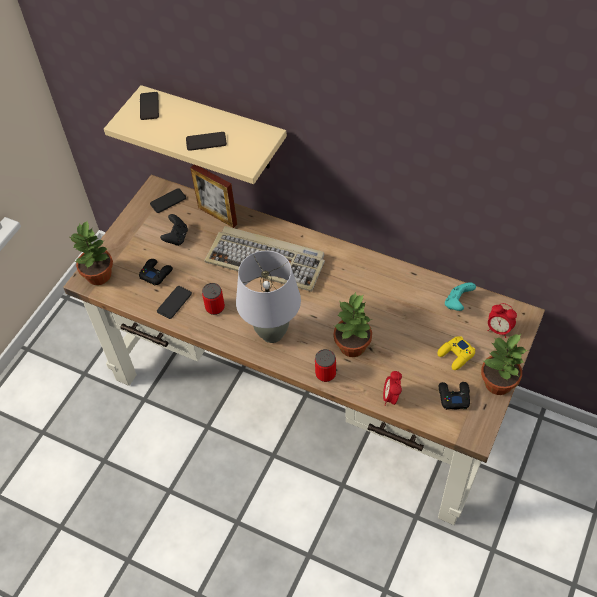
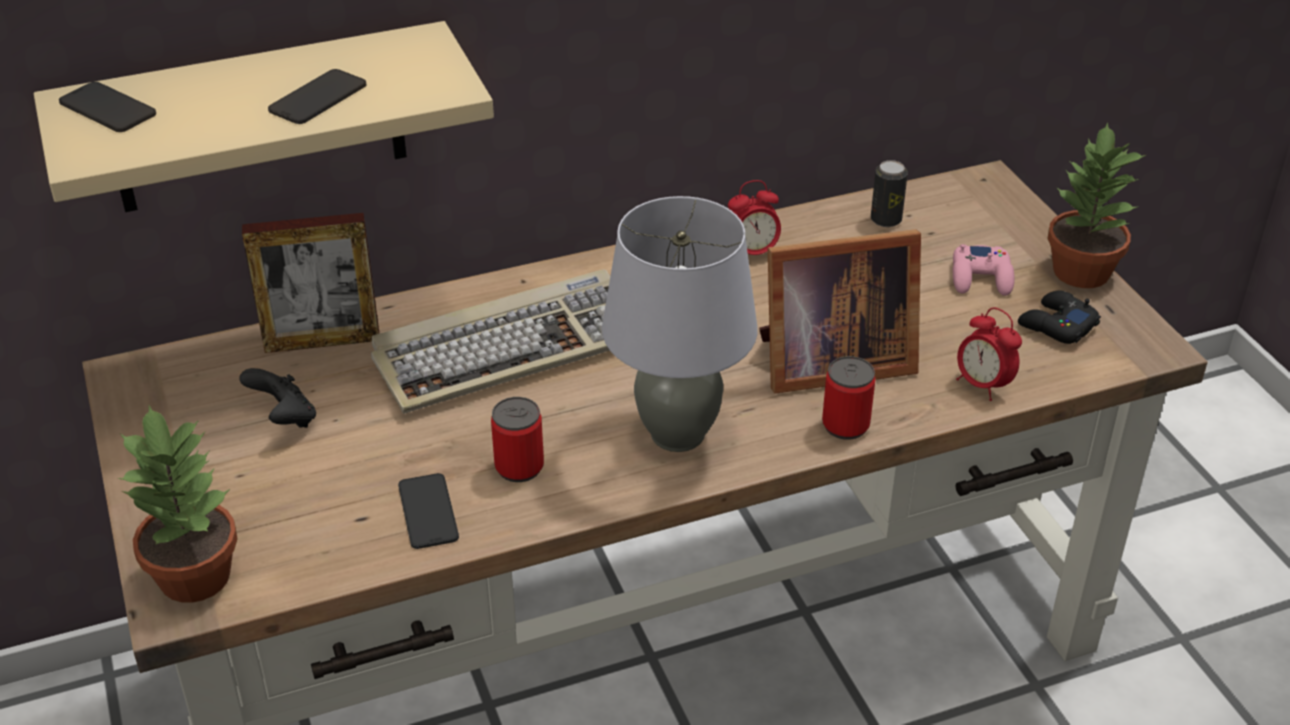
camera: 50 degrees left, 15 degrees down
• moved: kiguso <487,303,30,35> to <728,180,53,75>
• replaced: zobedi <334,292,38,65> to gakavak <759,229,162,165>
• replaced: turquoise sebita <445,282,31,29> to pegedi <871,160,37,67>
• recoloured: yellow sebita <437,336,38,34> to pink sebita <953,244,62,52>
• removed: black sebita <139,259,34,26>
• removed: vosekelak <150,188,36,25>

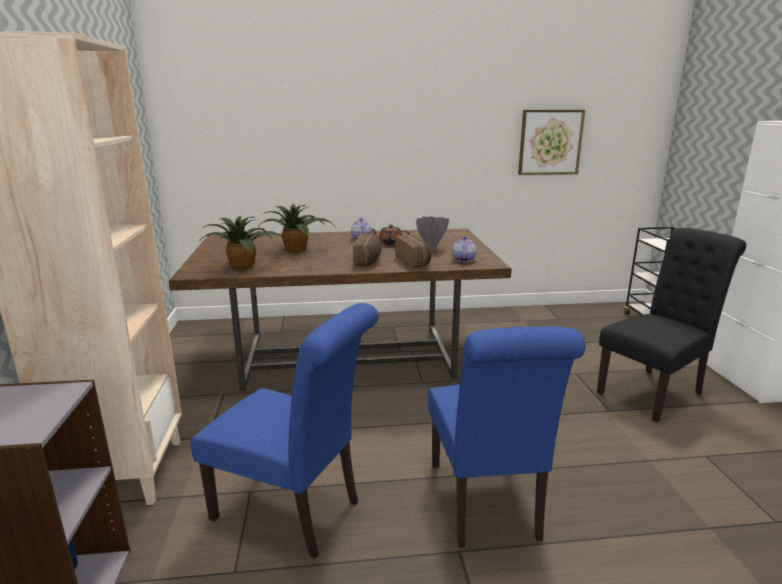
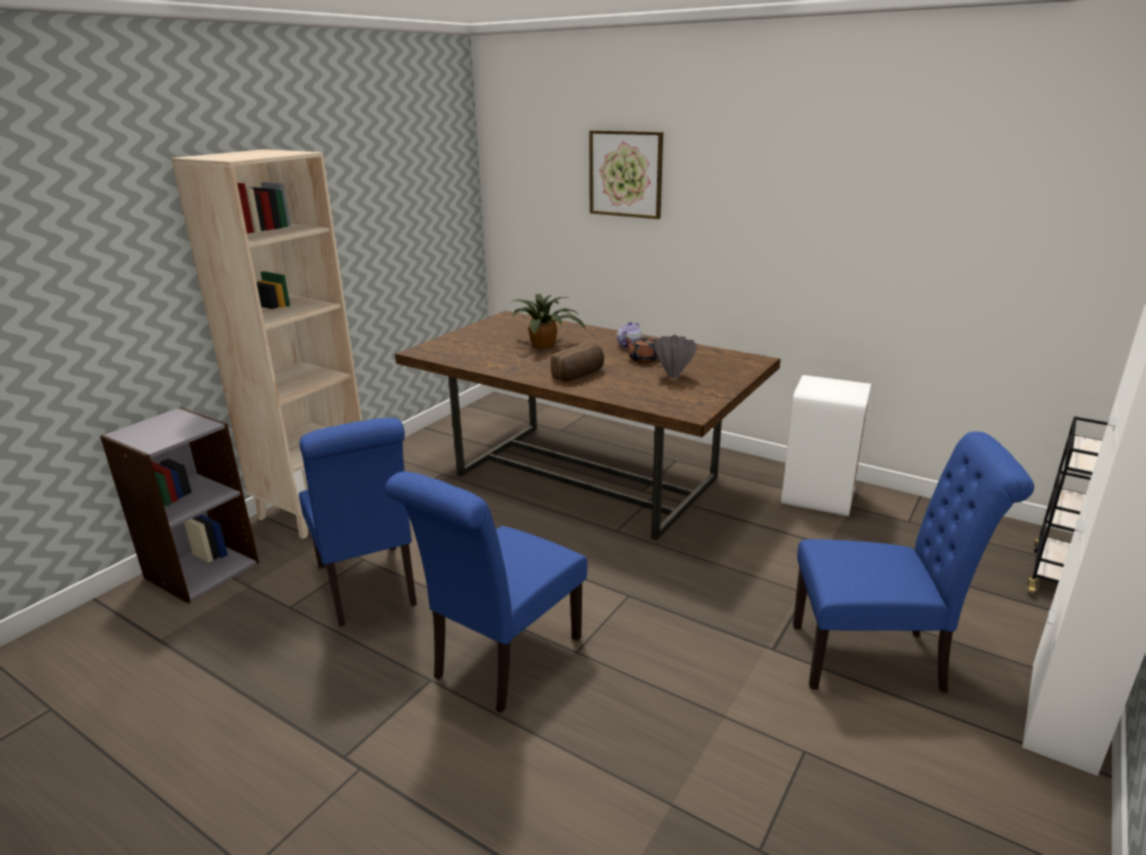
camera: 40 degrees right, 5 degrees up
• moved: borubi <518,110,67,65> to <589,130,74,89>
• added: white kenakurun <781,375,90,141>
• recoloured: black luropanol <597,228,149,194> to blue luropanol <793,431,241,262>
• removed: zobedi <199,216,88,53>
• removed: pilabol <395,235,37,33>
• removed: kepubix <452,237,25,25>

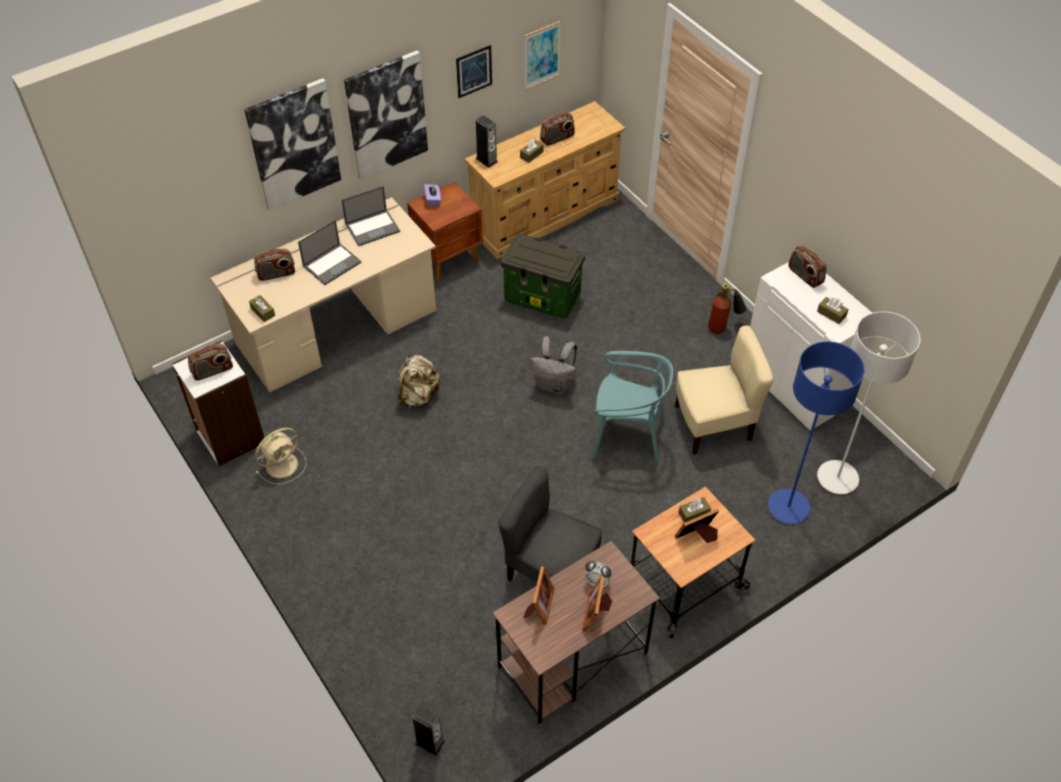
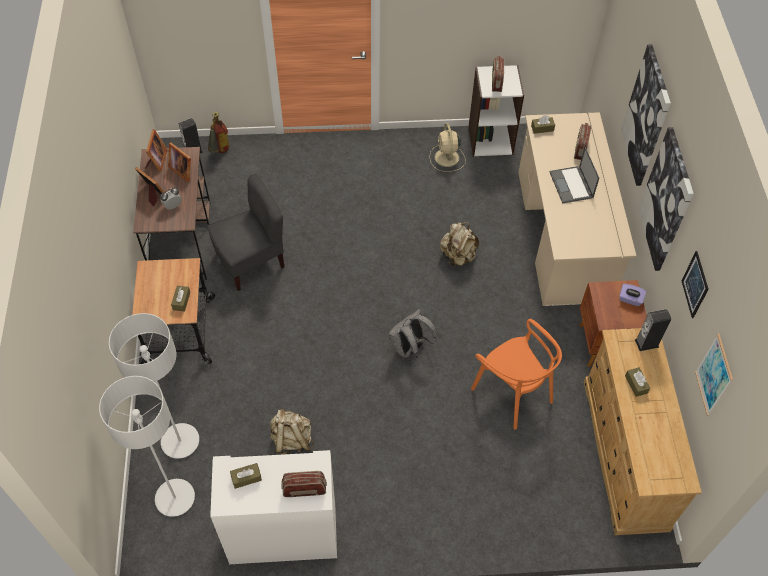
camera: 120 degrees right, 5 degrees up
• recoloured: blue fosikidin <768,341,97,183> to grey fosikidin <109,313,90,146>
• moved: gakavak <675,508,44,35> to <145,129,22,43>
• moved: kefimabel <708,283,39,51> to <208,112,21,41>
• replaced: beige luropanol <675,325,99,130> to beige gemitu <270,407,44,48>
• replaced: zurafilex <501,233,84,86> to orange luropanol <471,319,91,111>
• removed: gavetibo <342,186,58,60>
• removed: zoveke <540,112,35,34>
• removed: turquoise luropanol <591,351,82,111>

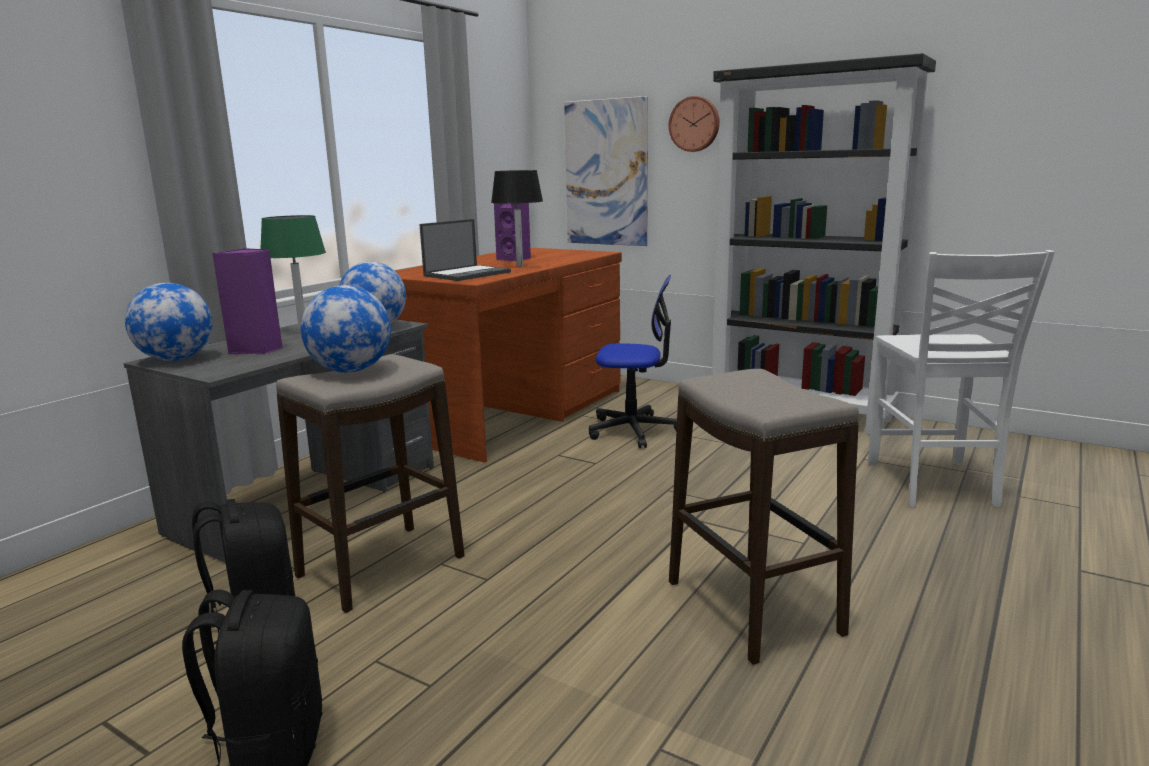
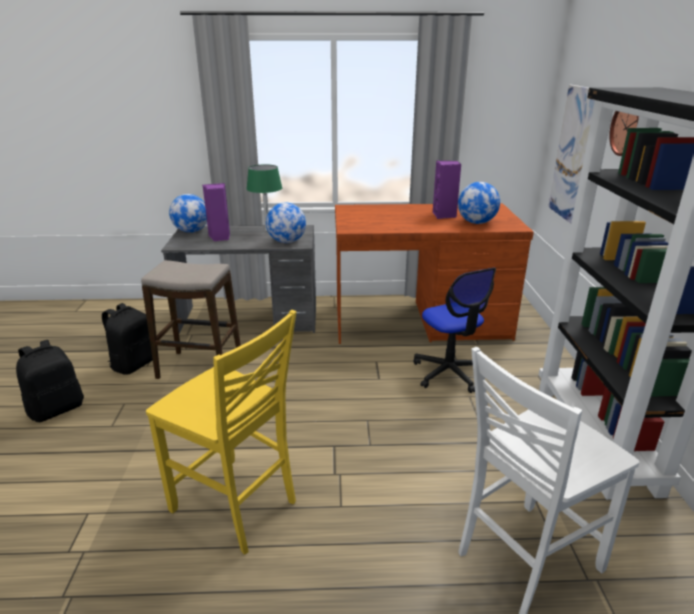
camera: 55 degrees right, 10 degrees up
• replaced: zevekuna <669,369,190,296> to yellow luropanol <146,310,151,245>
• moved: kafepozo <301,285,90,88> to <458,182,42,42>
• removed: gavetibo <419,219,92,62>
• removed: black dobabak <491,170,52,97>

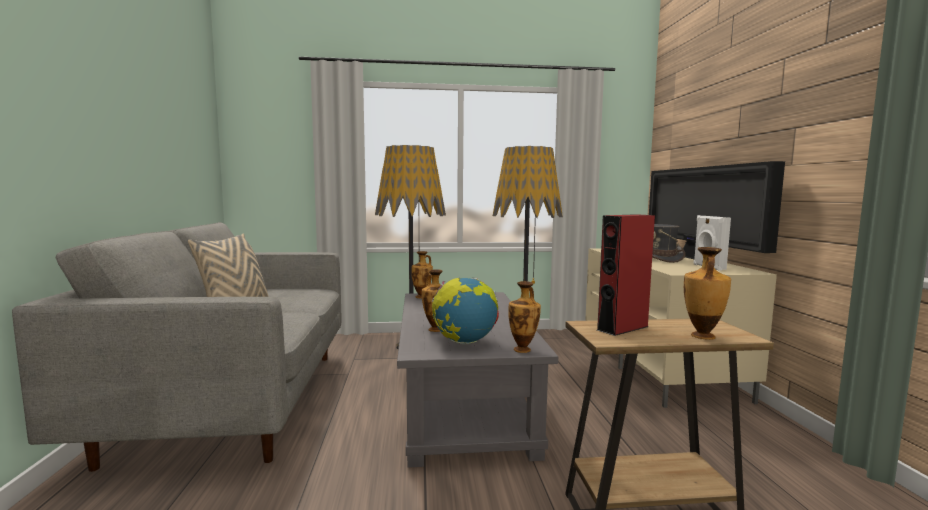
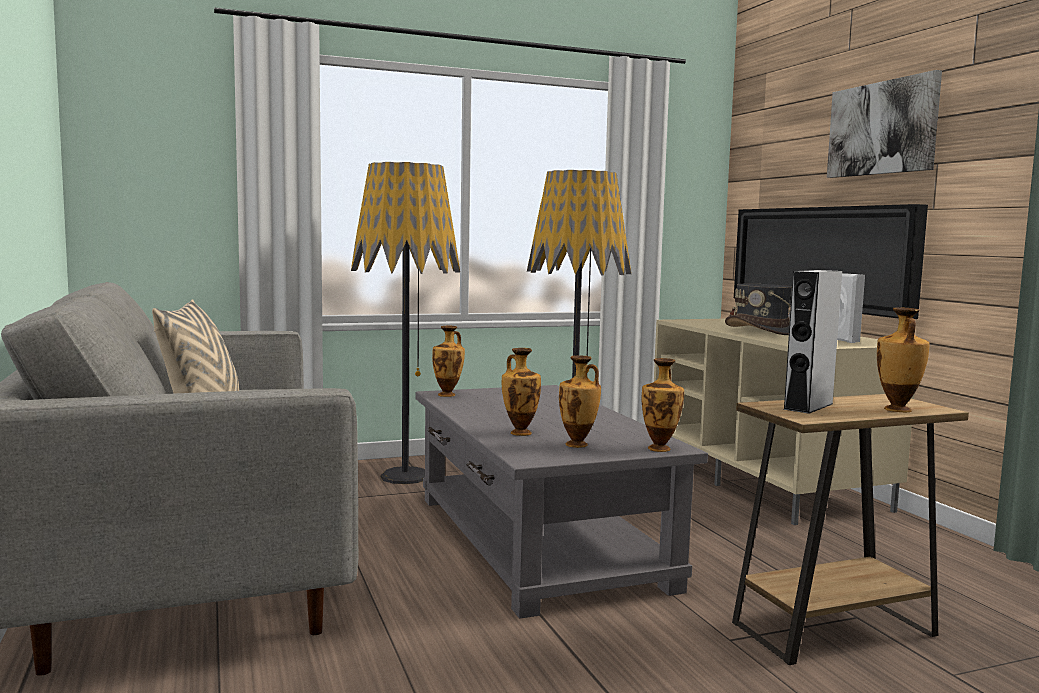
camera: 15 degrees left, 0 degrees up
• replaced: kafepozo <432,278,67,67> to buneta <559,355,42,93>
• recoloured: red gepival <597,214,58,122> to grey gepival <783,270,59,144>
• added: borubi <827,70,115,108>

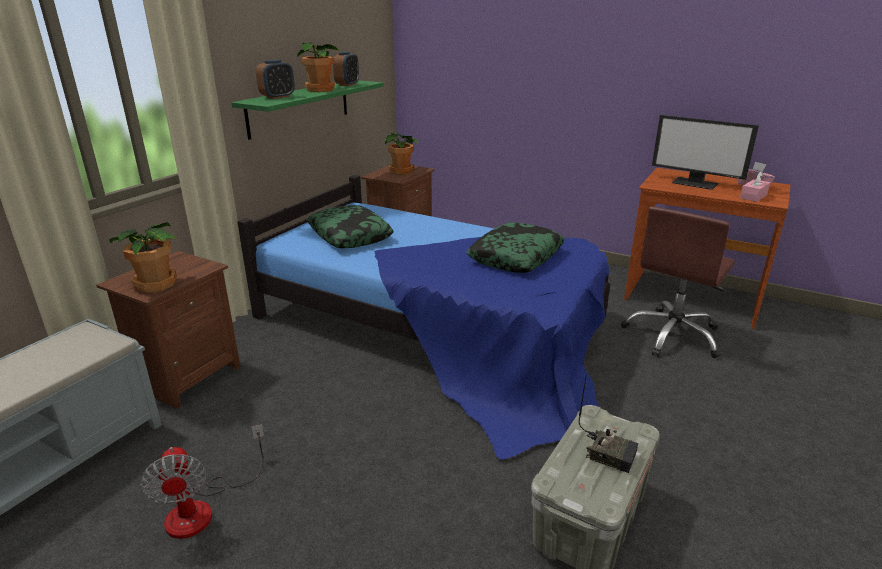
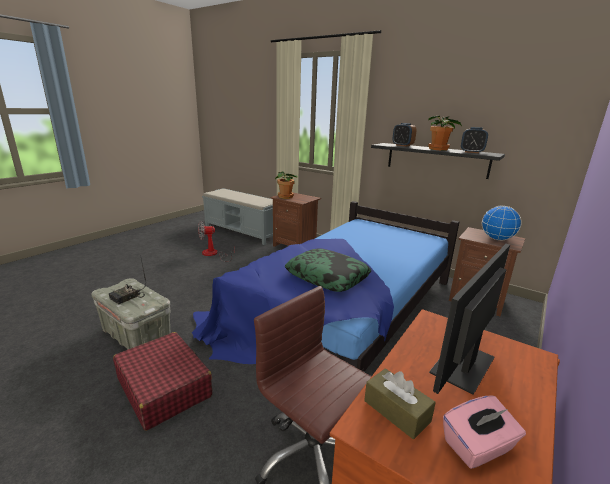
camera: 95 degrees right, 5 degrees down
• added: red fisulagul <113,332,99,99>
• recoloured: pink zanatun <740,171,30,31> to brown zanatun <364,368,72,71>
• recoloured: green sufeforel <231,80,153,60> to black sufeforel <371,143,134,36>
• replaced: zobedi <385,132,32,42> to kafepozo <482,205,40,35>
• removed: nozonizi <307,205,87,43>

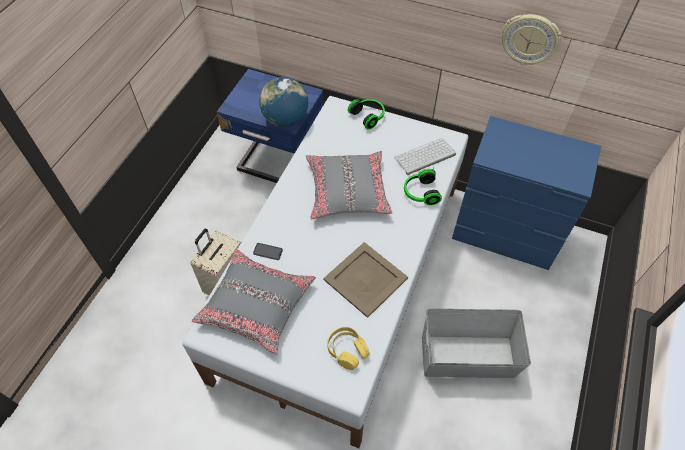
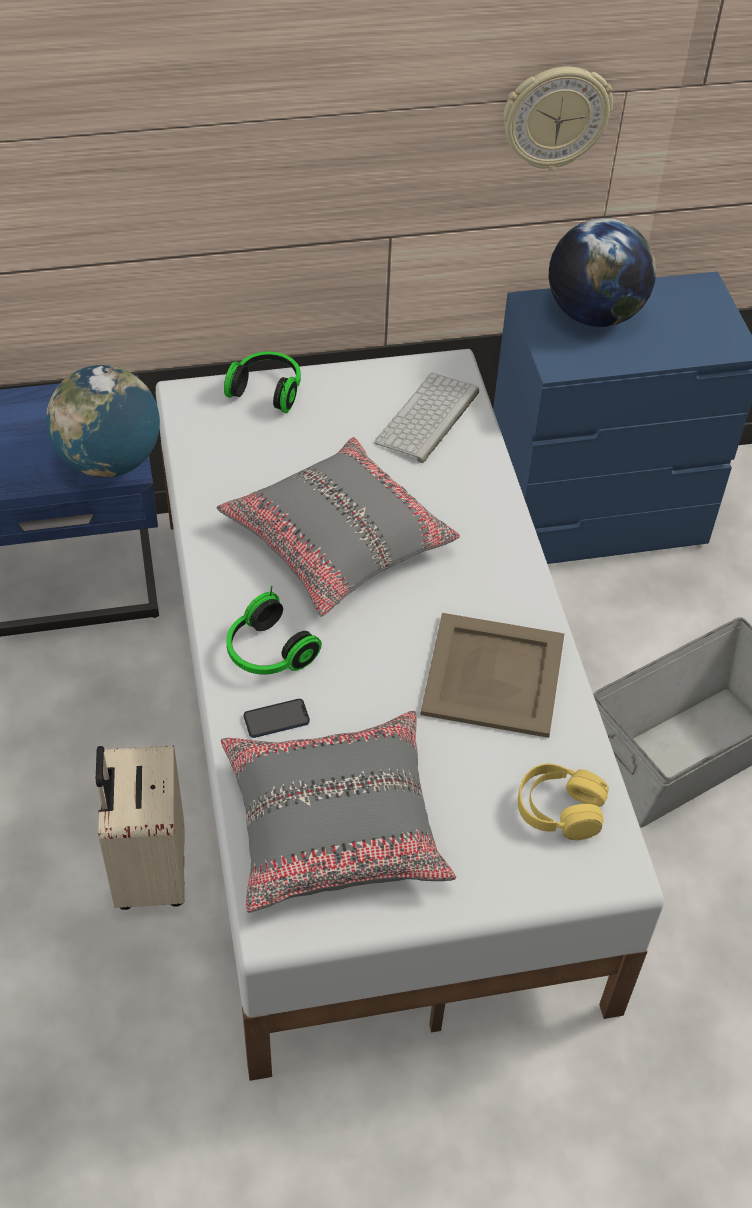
camera: 35 degrees left, 5 degrees down
• moved: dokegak <404,167,38,38> to <226,586,96,89>
• added: kafepozo <549,218,107,109>

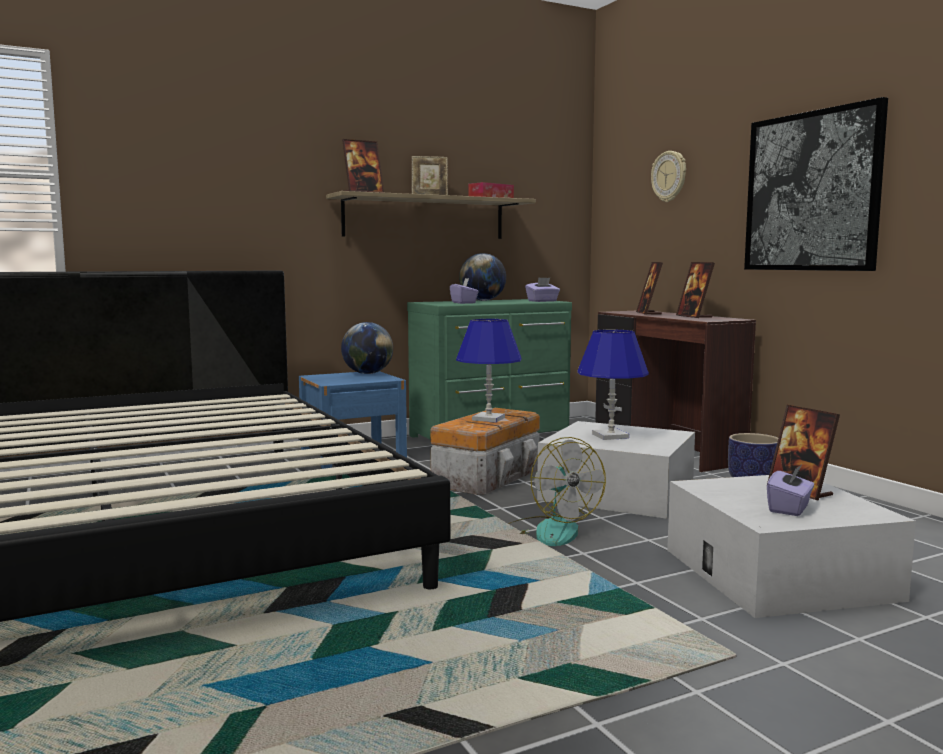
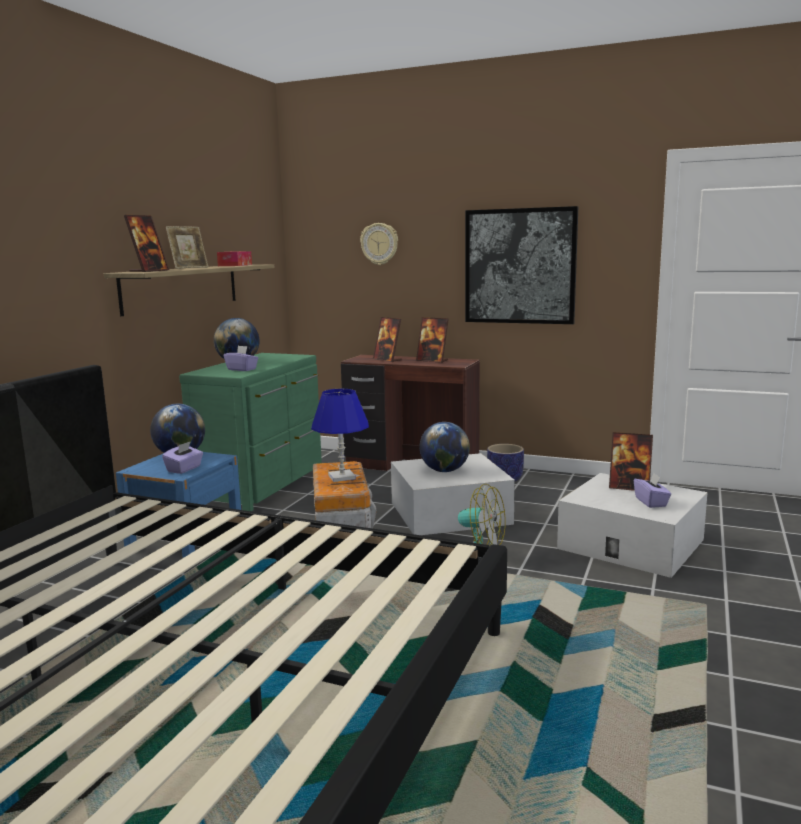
camera: 40 degrees left, 5 degrees up
• moved: purple zanatun <525,277,35,25> to <162,441,41,33>
• replaced: blue dobabak <577,330,72,110> to kafepozo <419,422,51,50>

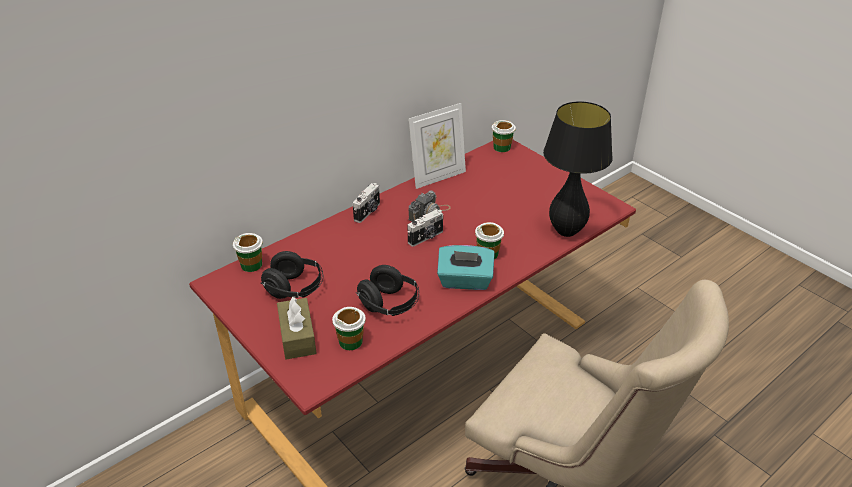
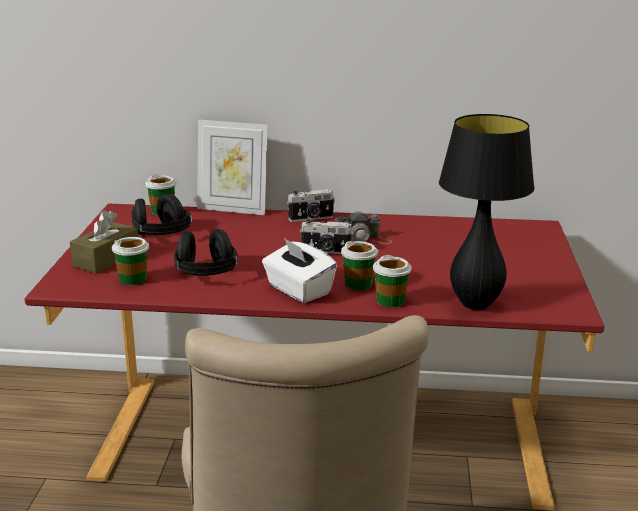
camera: 45 degrees right, 15 degrees down
• moved: gakavak <409,103,57,86> to <197,119,71,96>
• recoloured: turquoise zanatun <437,245,58,45> to white zanatun <262,238,75,65>
• moved: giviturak <492,120,24,32> to <373,255,39,52>

